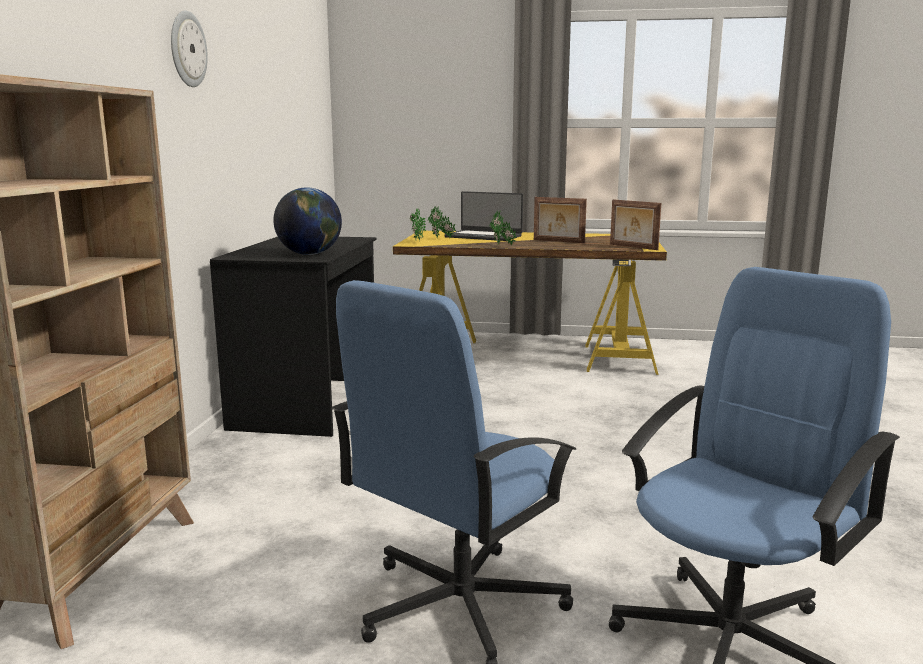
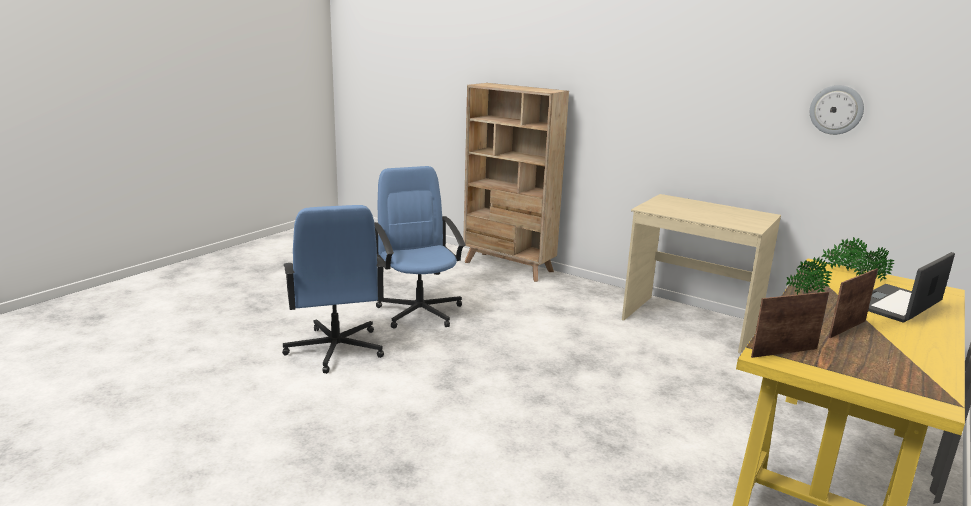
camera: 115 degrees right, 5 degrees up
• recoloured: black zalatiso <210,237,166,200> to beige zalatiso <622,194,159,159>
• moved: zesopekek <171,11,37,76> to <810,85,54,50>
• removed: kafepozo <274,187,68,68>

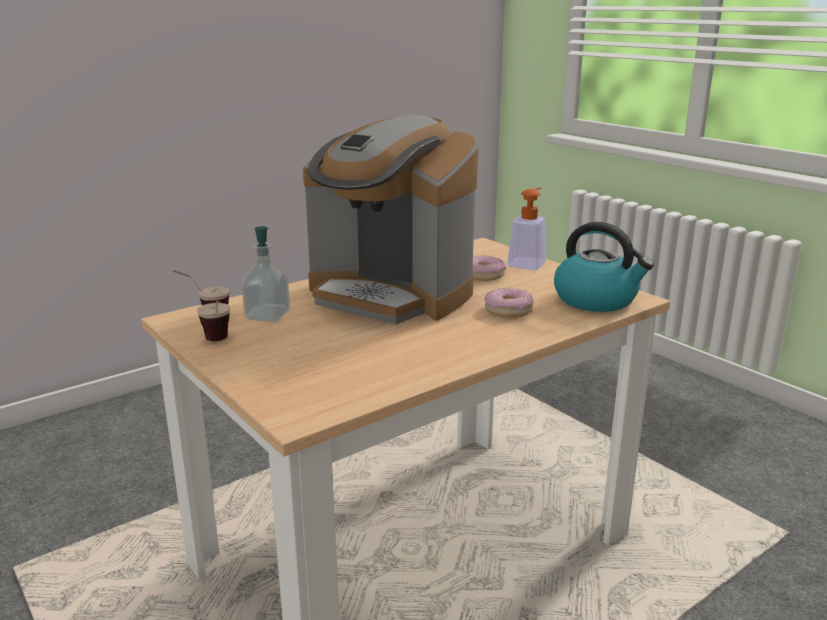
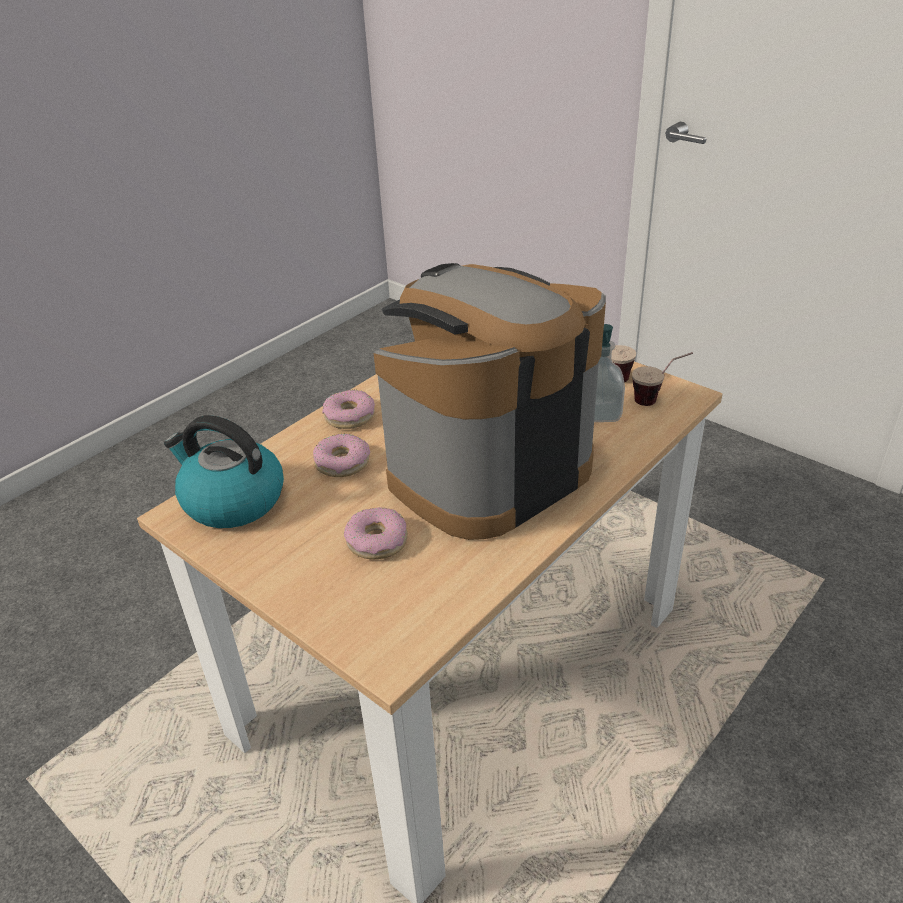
camera: 170 degrees right, 15 degrees up
• added: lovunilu <322,390,53,39>
• turned: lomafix <303,115,175,209> = <374,263,232,277> 60 degrees counterclockwise
• removed: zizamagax <507,188,39,82>

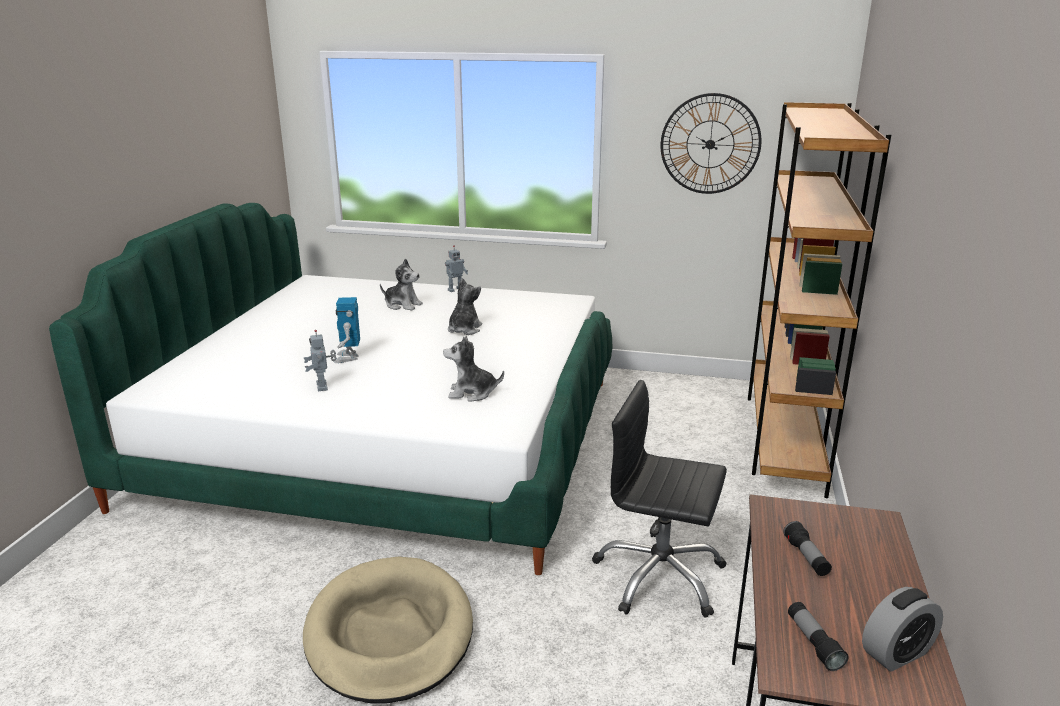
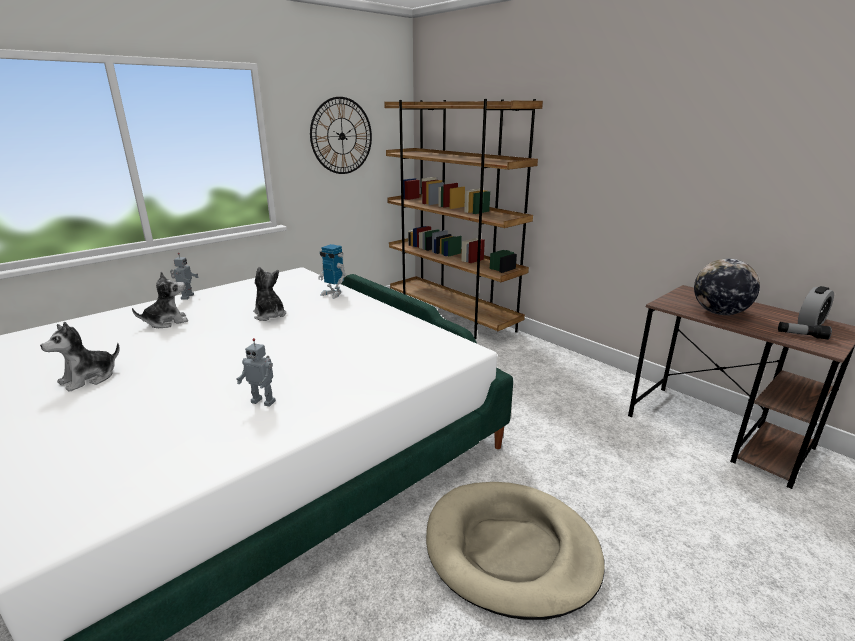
camera: 55 degrees left, 0 degrees up
• moved: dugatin <443,336,61,66> to <40,322,79,70>
• moved: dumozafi <334,297,26,66> to <318,244,28,55>
• replaced: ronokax <783,521,49,55> to kafepozo <694,259,66,56>
• turned: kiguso <862,587,81,85> = <798,286,36,40> 45 degrees clockwise
• removed: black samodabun <592,380,135,238>

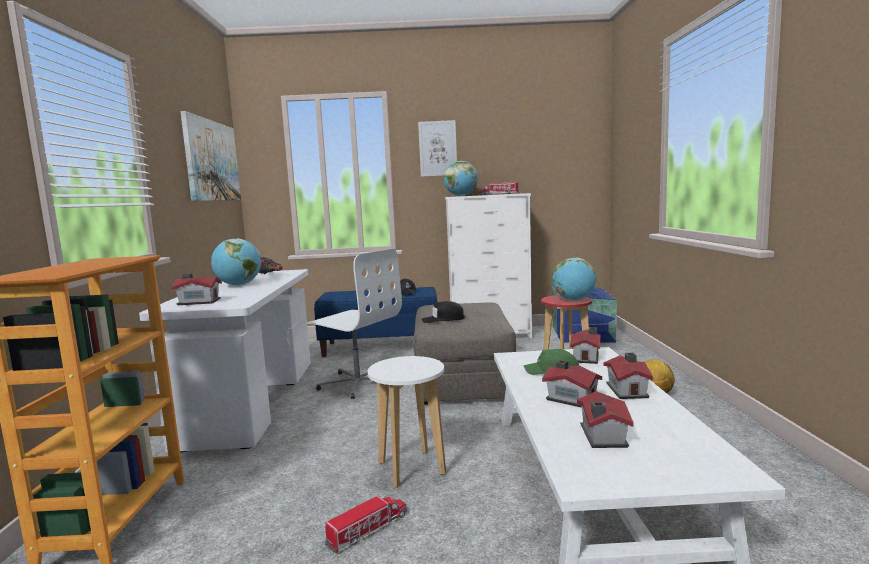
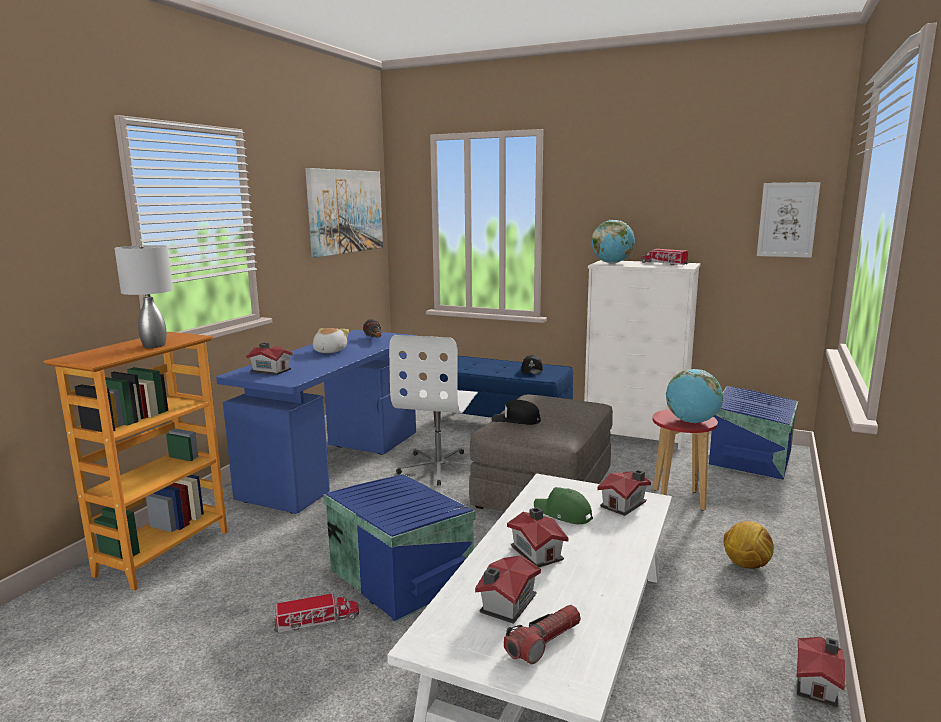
camera: 25 degrees right, 5 degrees up
• added: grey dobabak <115,245,58,103>
• recoloured: white zalatiso <139,269,172,184> to blue zalatiso <216,330,202,184>
• replaced: kafepozo <211,238,50,48> to dugatin <313,328,36,25>
• replaced: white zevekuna <368,356,78,132> to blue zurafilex <323,474,153,149>
• turned: white samodabun <306,248,96,151> = <389,335,89,150> 45 degrees clockwise
• added: ronokax <504,605,77,59>
• moved: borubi <418,120,39,57> to <757,182,64,76>
• moved: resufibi <604,353,49,46> to <796,637,49,70>

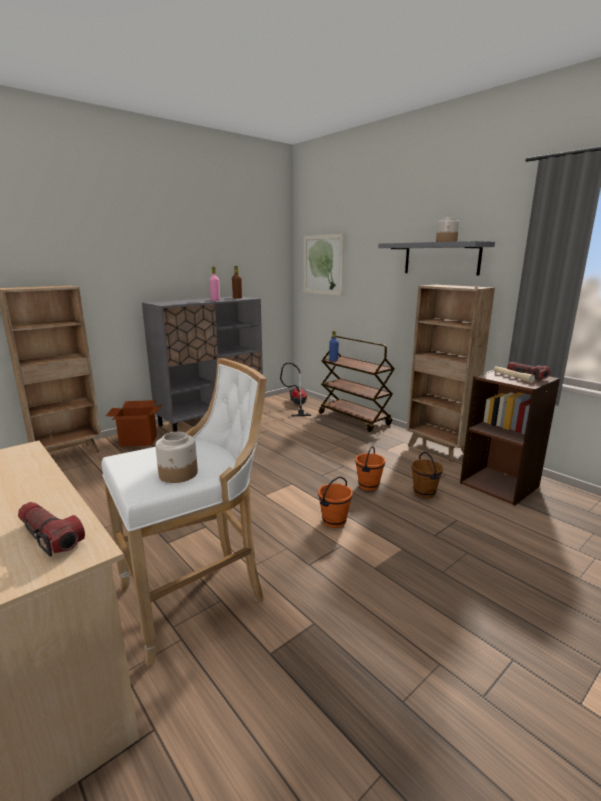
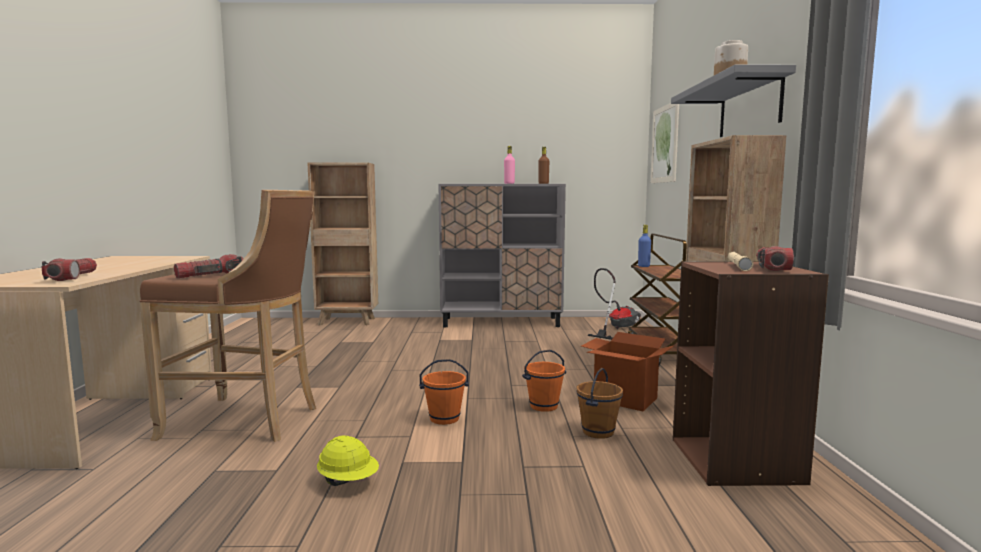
camera: 40 degrees right, 10 degrees down
• recoloured: white zevekuna <101,358,166,309> to brown zevekuna <139,190,177,252>
• replaced: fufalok <155,432,43,51> to ronokax <174,254,70,24>
• added: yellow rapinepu <317,435,62,51>
• moved: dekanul <105,400,57,47> to <581,332,93,79>

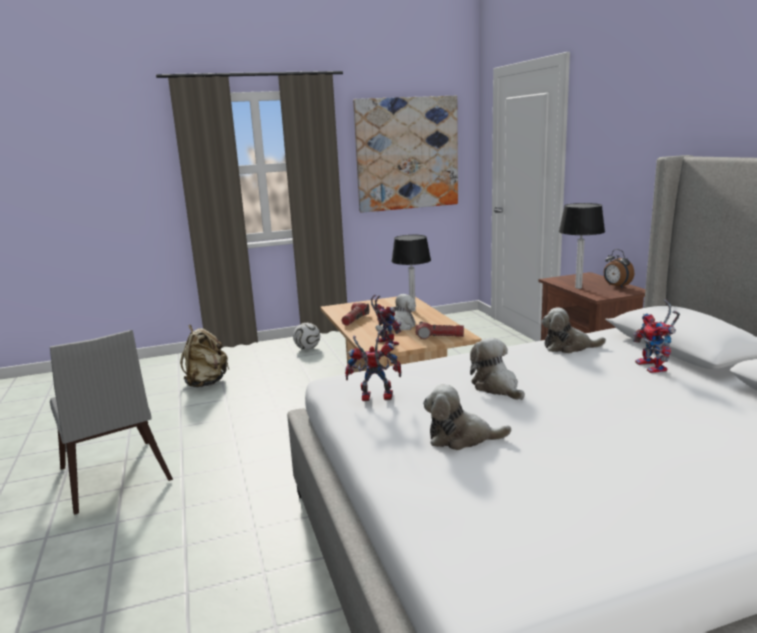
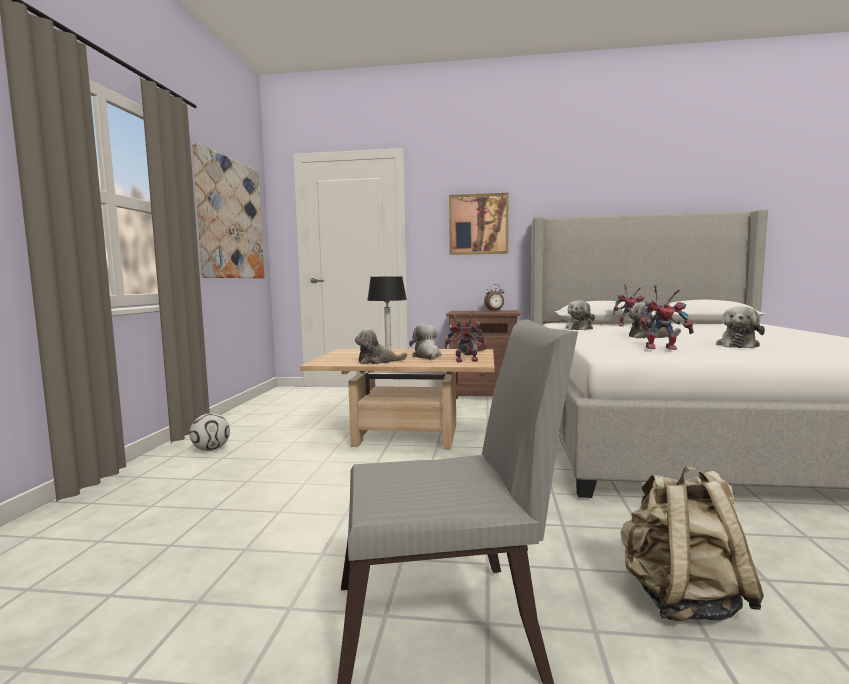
camera: 65 degrees left, 10 degrees down
• replaced: ronokax <341,303,29,23> to dugatin <355,328,52,36>
• added: borubi <449,193,60,62>
• moved: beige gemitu <180,324,49,63> to <621,466,143,155>
• turned: dumozafi <345,332,57,69> = <639,285,55,65> 105 degrees counterclockwise
• removed: dobabak <559,203,46,86>

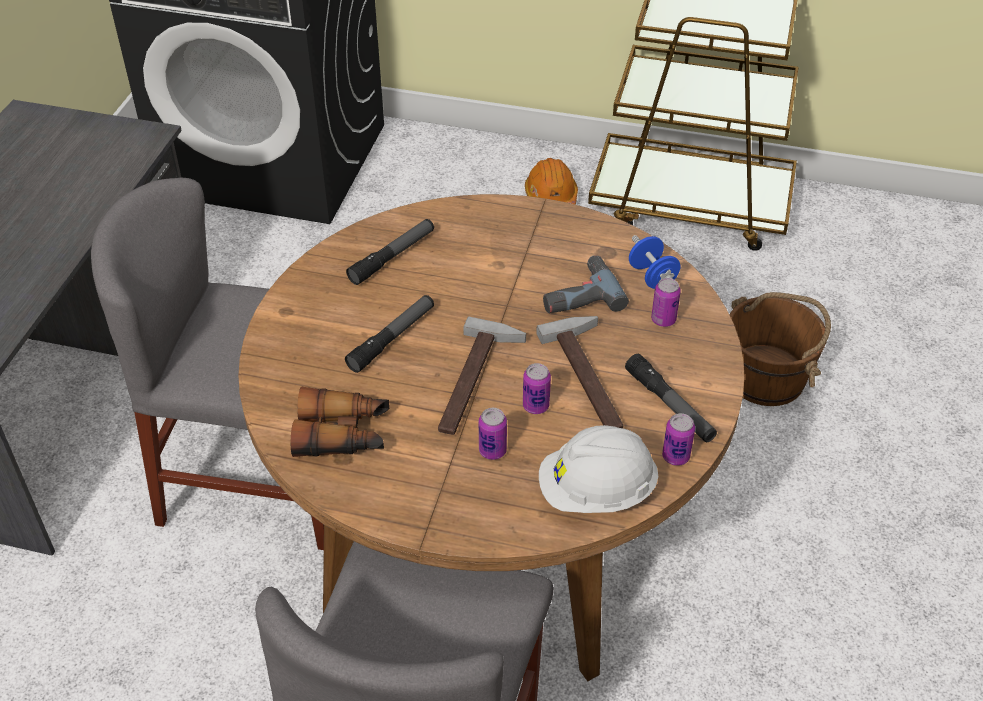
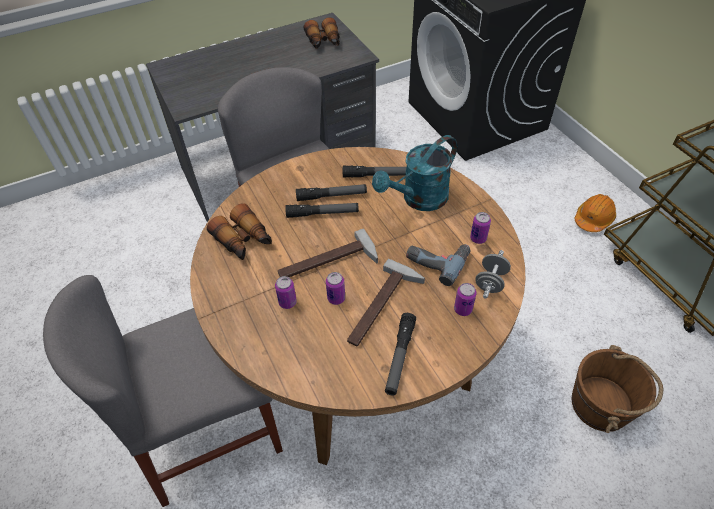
camera: 50 degrees right, 5 degrees up
• added: ronokax <296,184,71,17>
• added: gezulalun <304,18,36,31>
• added: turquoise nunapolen <372,135,85,76>
• moved: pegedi <662,413,33,53> to <470,212,21,32>
• recoloured: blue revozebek <629,235,51,54> to grey revozebek <475,250,36,49>
• removed: white rapinepu <539,425,119,88>

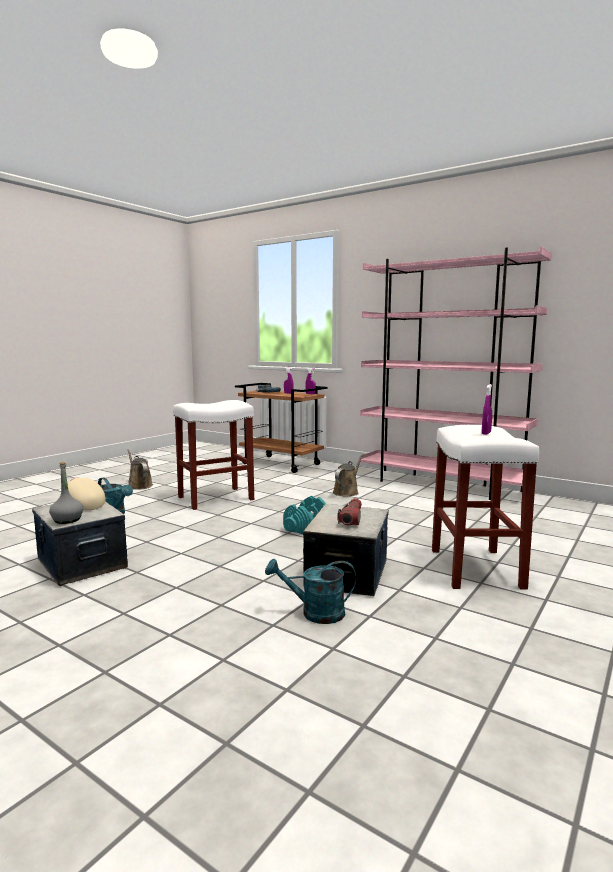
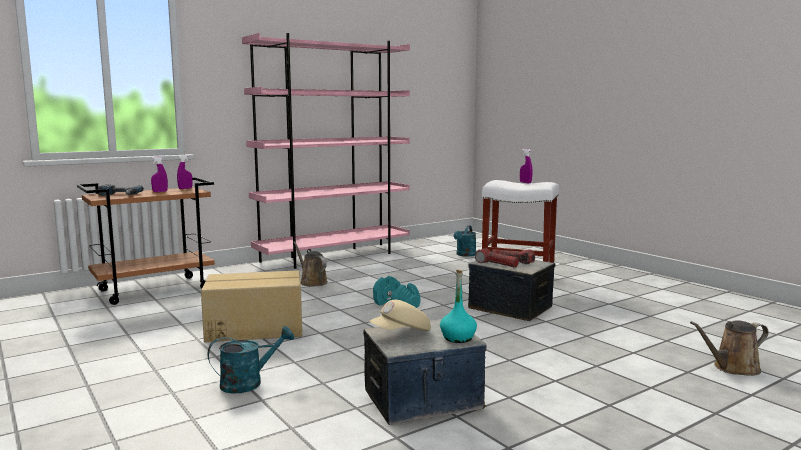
camera: 70 degrees left, 0 degrees up
• replaced: white zevekuna <173,400,81,110> to dekanul <201,270,101,73>
• recoloured: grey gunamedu <49,462,34,62> to turquoise gunamedu <440,269,37,74>
• moved: turquoise nunapolen <265,558,91,66> to <454,225,22,32>
• added: ronokax <475,248,44,20>
• moved: brown nunapolen <128,449,25,41> to <690,320,79,56>

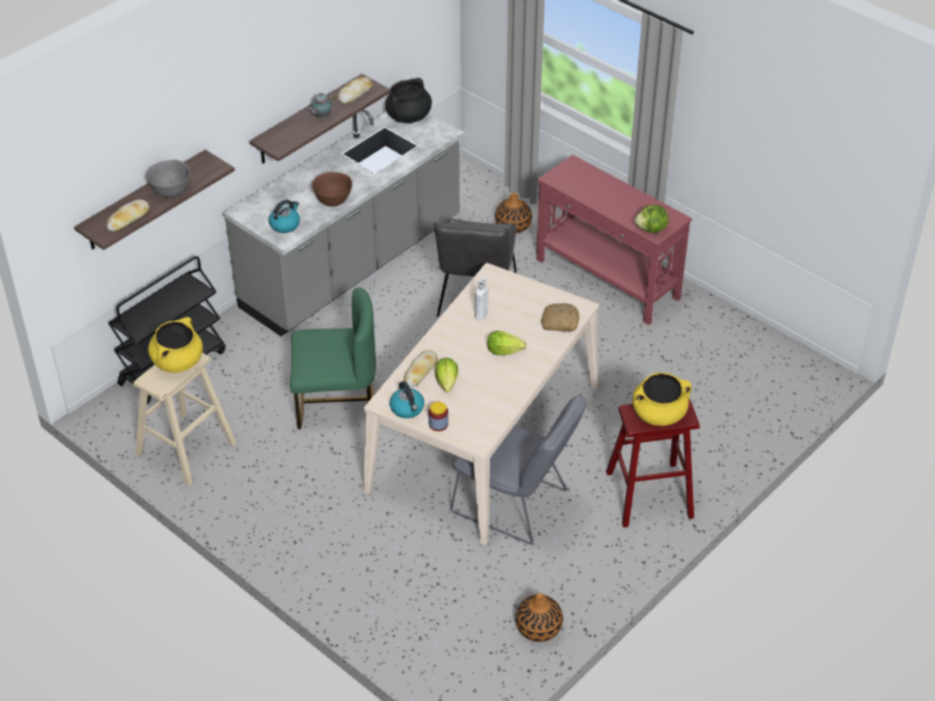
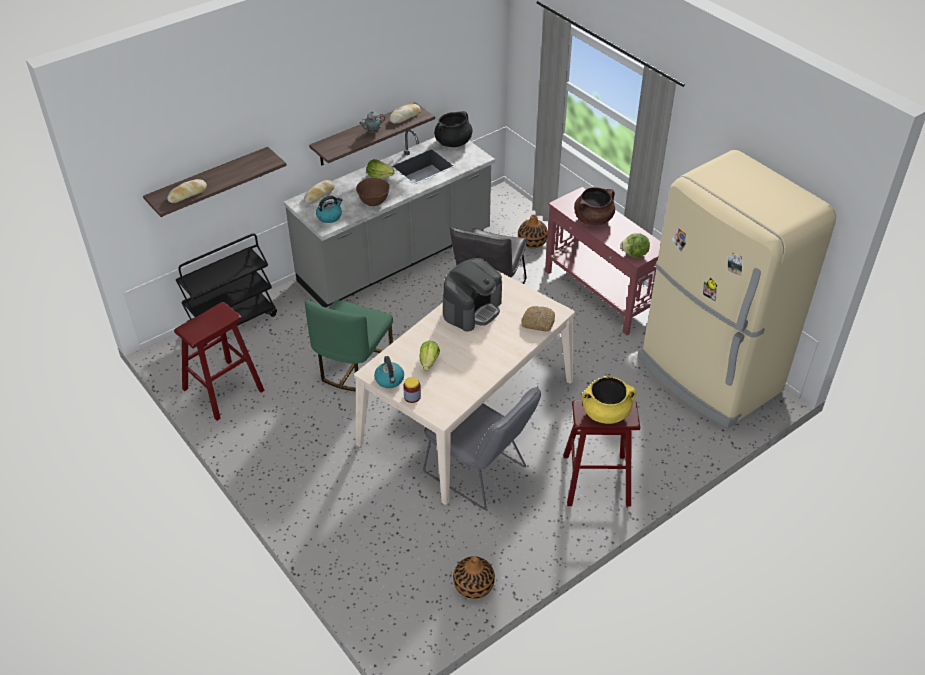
camera: 10 degrees right, 0 degrees up
• recoloured: beige zevekuna <133,353,103,133> to red zevekuna <174,302,91,119>
• moved: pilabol <404,350,34,37> to <304,180,30,24>
• turned: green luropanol <290,287,86,142> = <305,300,88,92> 105 degrees clockwise
• moved: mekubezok <487,330,39,25> to <367,159,28,19>
• replaced: white gunamedu <475,278,13,43> to lomafix <443,258,59,73>
• added: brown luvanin <574,187,41,39>
• added: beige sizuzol <637,150,199,278>
• removed: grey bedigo <146,160,44,37>
• removed: yellow luvanin <148,317,55,56>

